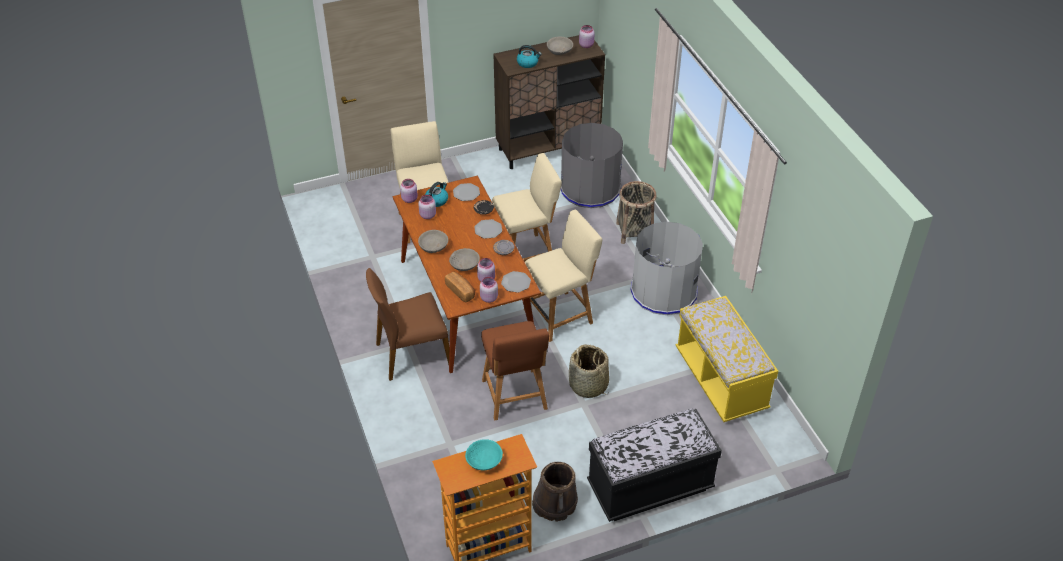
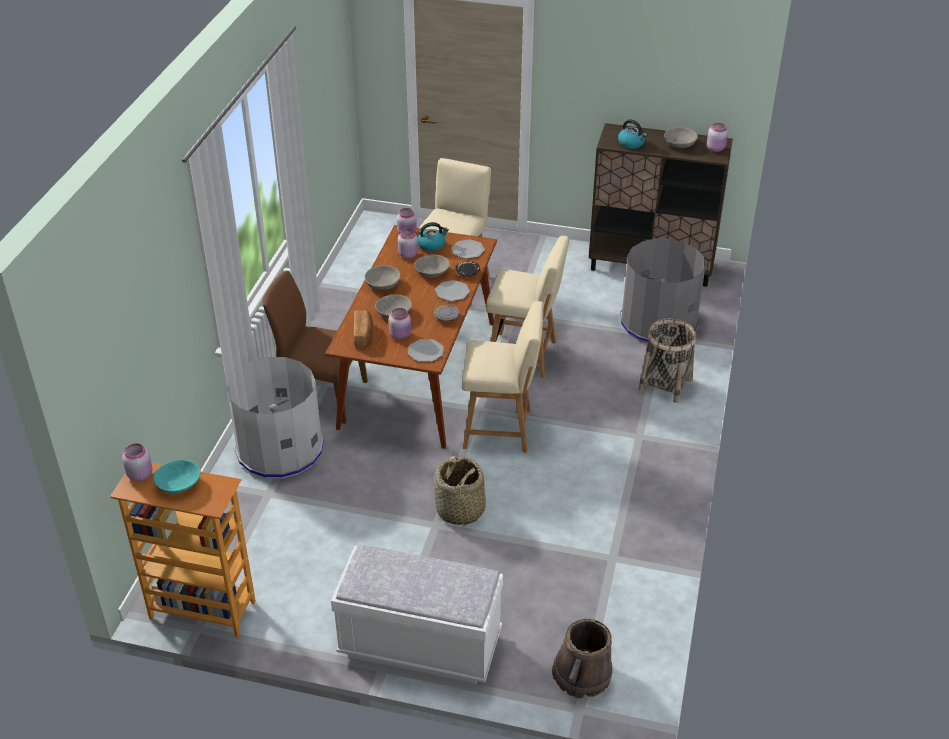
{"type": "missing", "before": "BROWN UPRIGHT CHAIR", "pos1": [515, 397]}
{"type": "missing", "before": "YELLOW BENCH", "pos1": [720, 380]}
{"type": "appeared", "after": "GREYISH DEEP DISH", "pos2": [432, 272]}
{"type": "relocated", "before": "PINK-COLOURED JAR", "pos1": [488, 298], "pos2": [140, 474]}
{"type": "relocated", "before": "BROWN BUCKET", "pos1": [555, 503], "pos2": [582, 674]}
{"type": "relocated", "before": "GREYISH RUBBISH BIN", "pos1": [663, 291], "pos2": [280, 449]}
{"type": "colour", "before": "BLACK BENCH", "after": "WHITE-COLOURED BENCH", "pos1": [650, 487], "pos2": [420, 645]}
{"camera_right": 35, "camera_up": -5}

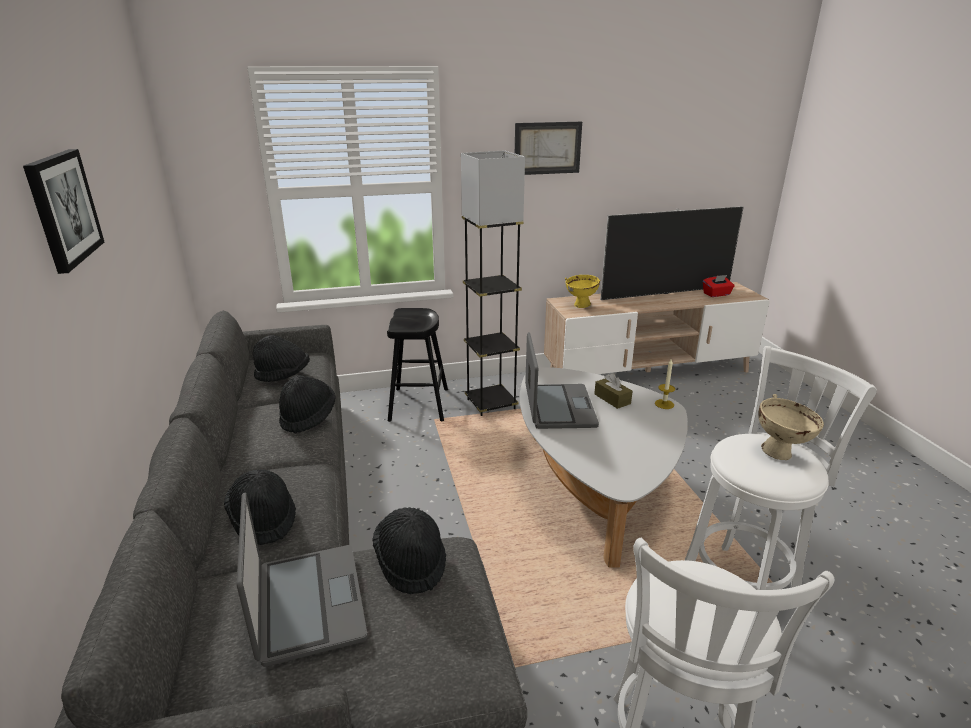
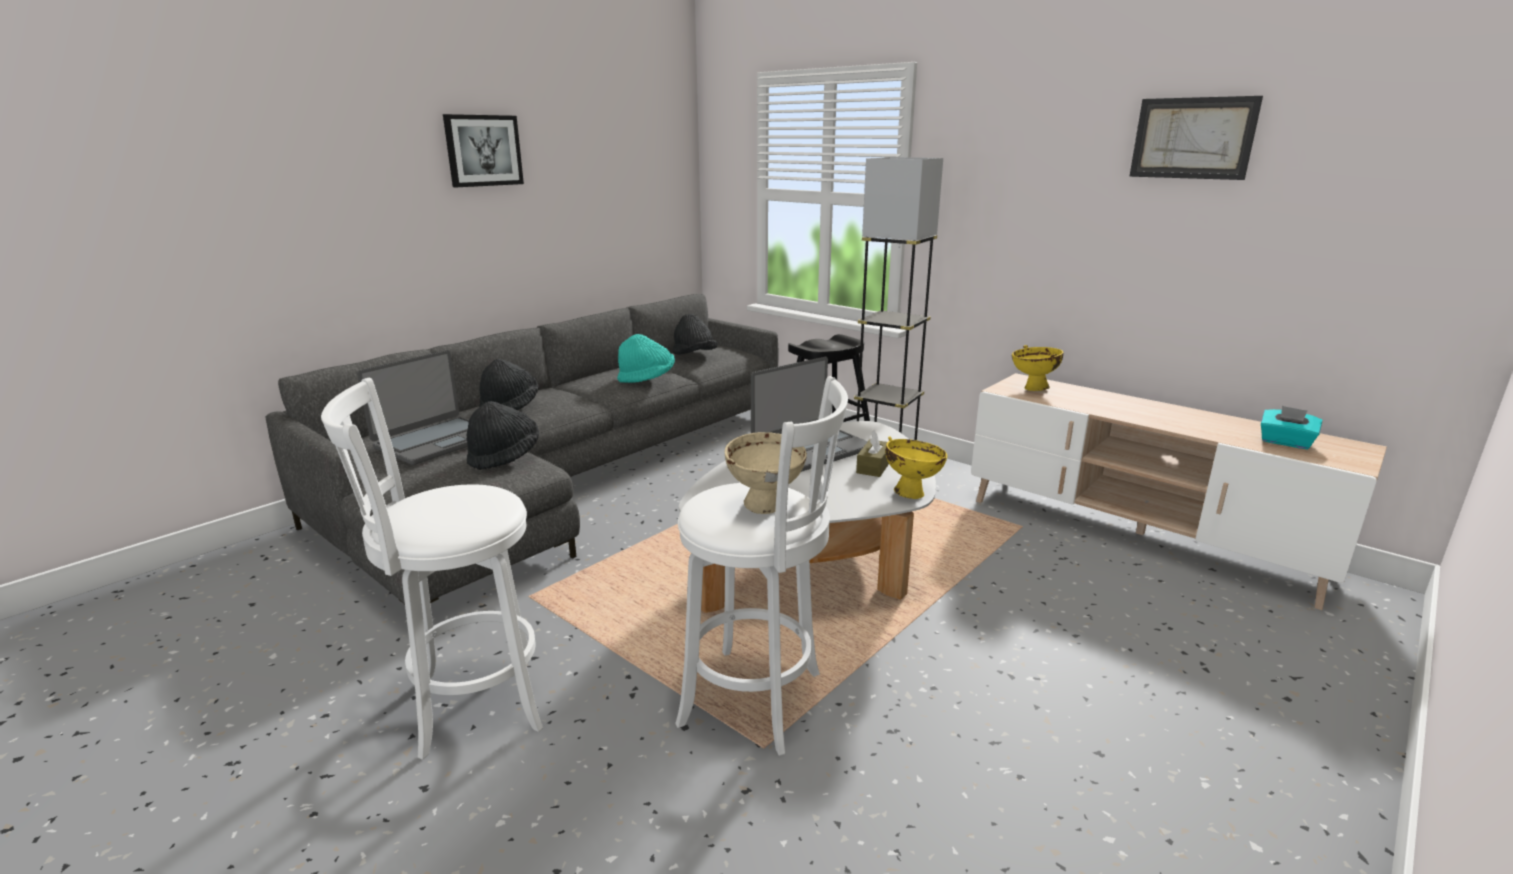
{"type": "missing", "before": "TELEVISION", "pos1": [665, 293]}
{"type": "relocated", "before": "WALL ART", "pos1": [547, 148], "pos2": [1192, 138]}
{"type": "exchanged", "before": "WAX LIGHT", "after": "YELLOW DEEP DISH", "pos1": [664, 404], "pos2": [911, 493]}
{"type": "colour", "before": "BLACK CLOTHING HAT", "after": "TURQUOISE-COLOURED CLOTHING HAT", "pos1": [308, 417], "pos2": [647, 378]}
{"type": "colour", "before": "REDDISH TISSUE HOLDER", "after": "TURQUOISE-COLOURED TISSUE HOLDER", "pos1": [716, 294], "pos2": [1285, 442]}
{"camera_right": 55, "camera_up": -5}

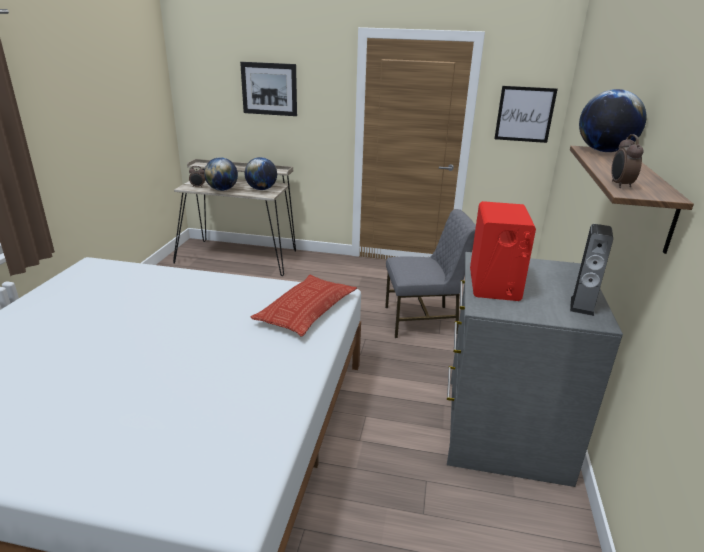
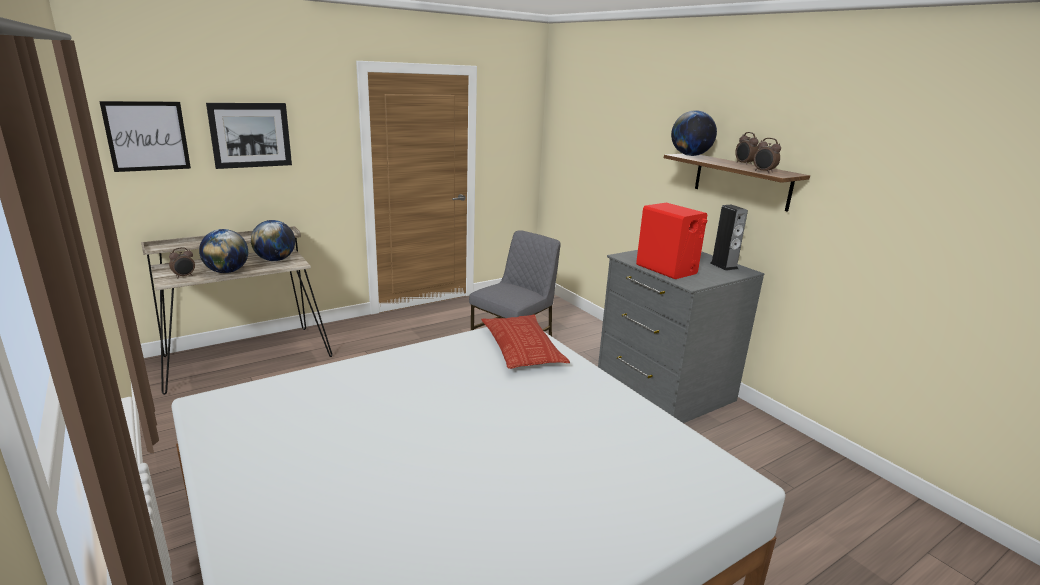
{"type": "appeared", "after": "BEDSIDE CLOCK", "pos2": [743, 164]}
{"type": "relocated", "before": "WALL ART", "pos1": [524, 114], "pos2": [147, 136]}
{"camera_right": -45, "camera_up": -5}

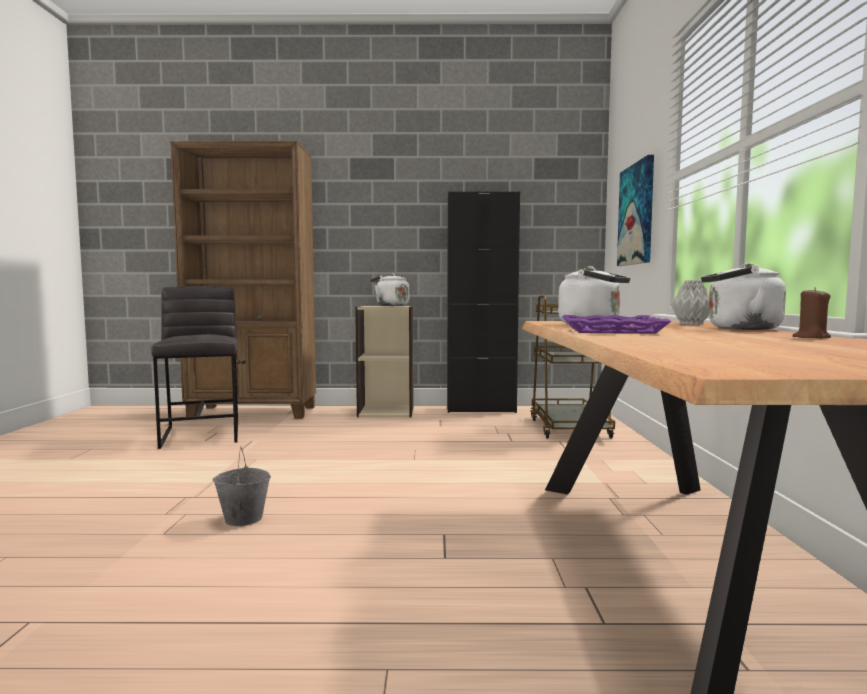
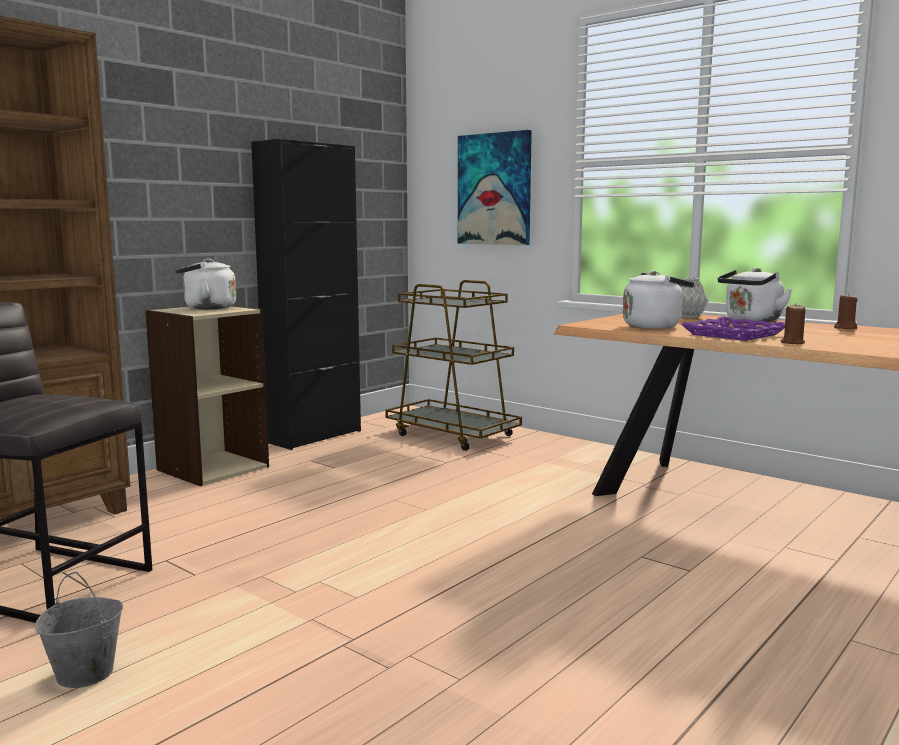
{"type": "appeared", "after": "BROWN WAX LIGHT", "pos2": [792, 342]}
{"type": "relocated", "before": "GREYISH BUCKET", "pos1": [242, 519], "pos2": [84, 674]}
{"camera_right": -50, "camera_up": 5}

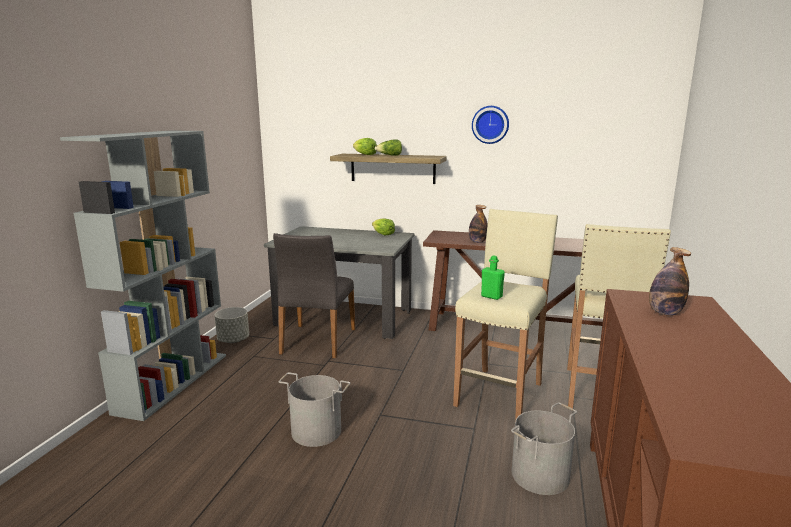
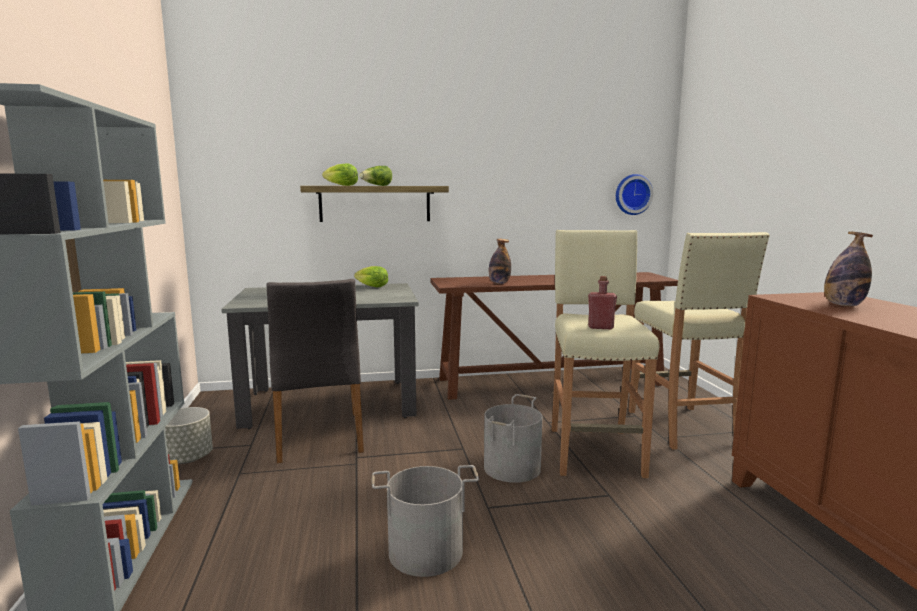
{"type": "relocated", "before": "CLOCK ON THE WALL", "pos1": [490, 124], "pos2": [632, 194]}
{"type": "relocated", "before": "GREYISH BUCKET", "pos1": [539, 474], "pos2": [511, 467]}
{"type": "colour", "before": "GREEN-COLOURED DRINK BOTTLE", "after": "REDDISH DRINK BOTTLE", "pos1": [491, 296], "pos2": [600, 327]}
{"camera_right": -25, "camera_up": -5}

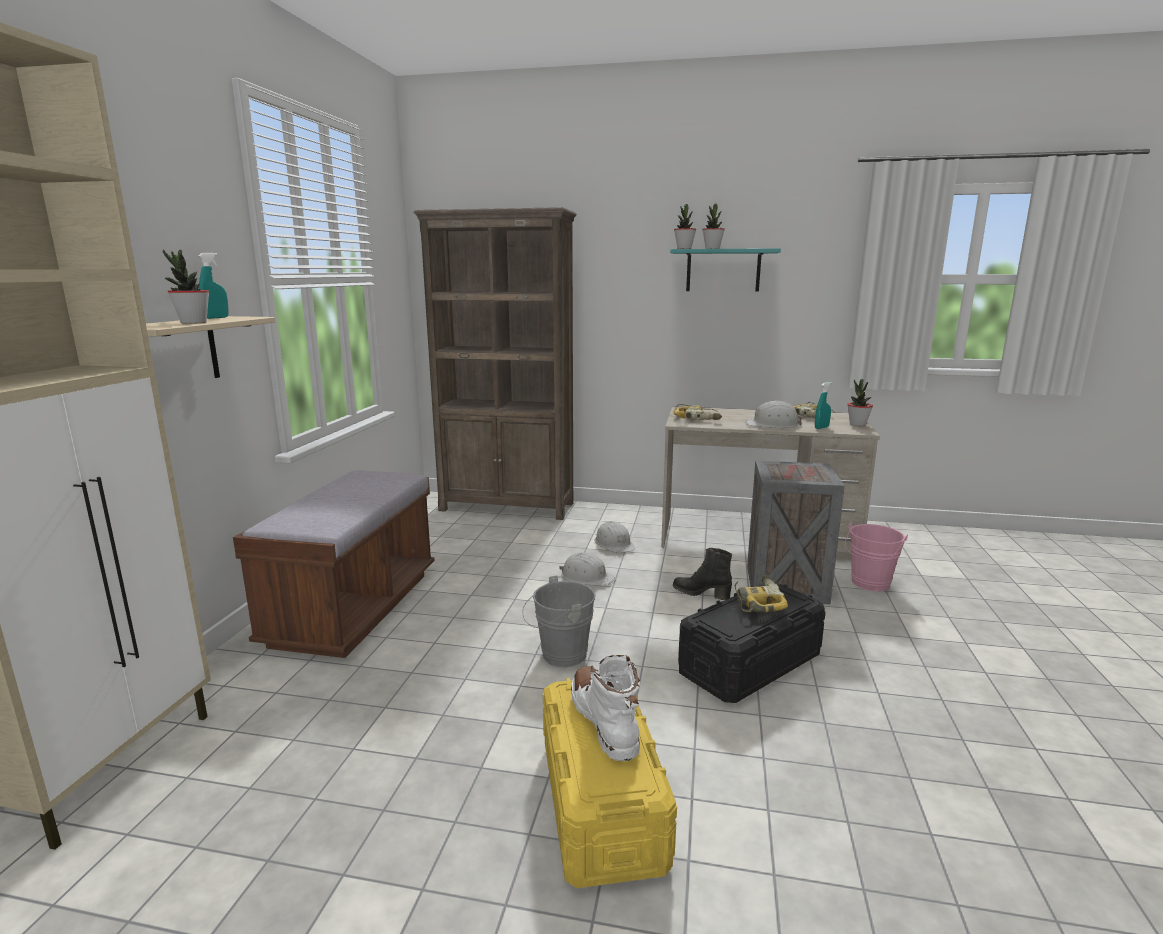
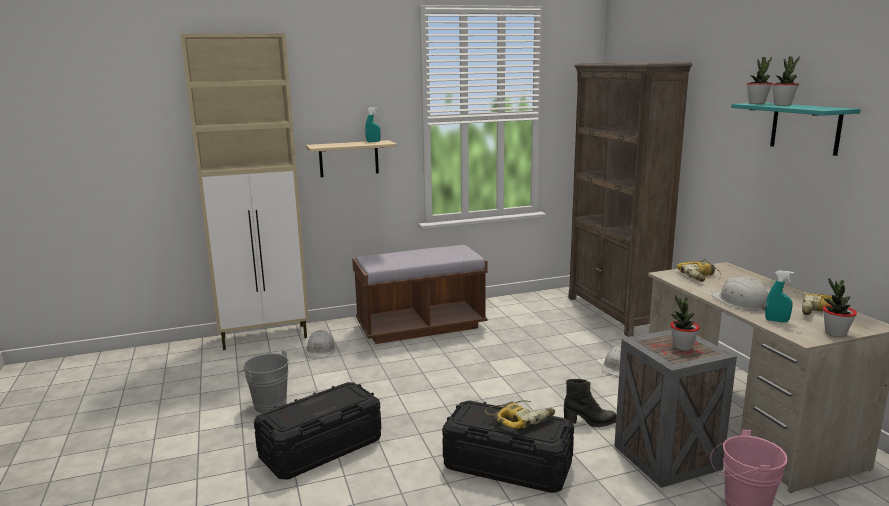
{"type": "missing", "before": "WHITE-COLOURED TALL BOOT", "pos1": [605, 721]}
{"type": "relocated", "before": "PLANT IN A POT", "pos1": [193, 322], "pos2": [682, 347]}
{"type": "relocated", "before": "GREYISH BUCKET", "pos1": [559, 655], "pos2": [268, 404]}
{"type": "relocated", "before": "WHITE-COLOURED WORK HELMET", "pos1": [586, 577], "pos2": [320, 350]}
{"type": "colour", "before": "YELLOW STORAGE BIN", "after": "BLACK STORAGE BIN", "pos1": [600, 802], "pos2": [321, 448]}
{"type": "spun", "before": "BLACK TALL BOOT", "pos1": [701, 593], "pos2": [590, 422], "turn": 105}
{"camera_right": 60, "camera_up": 0}

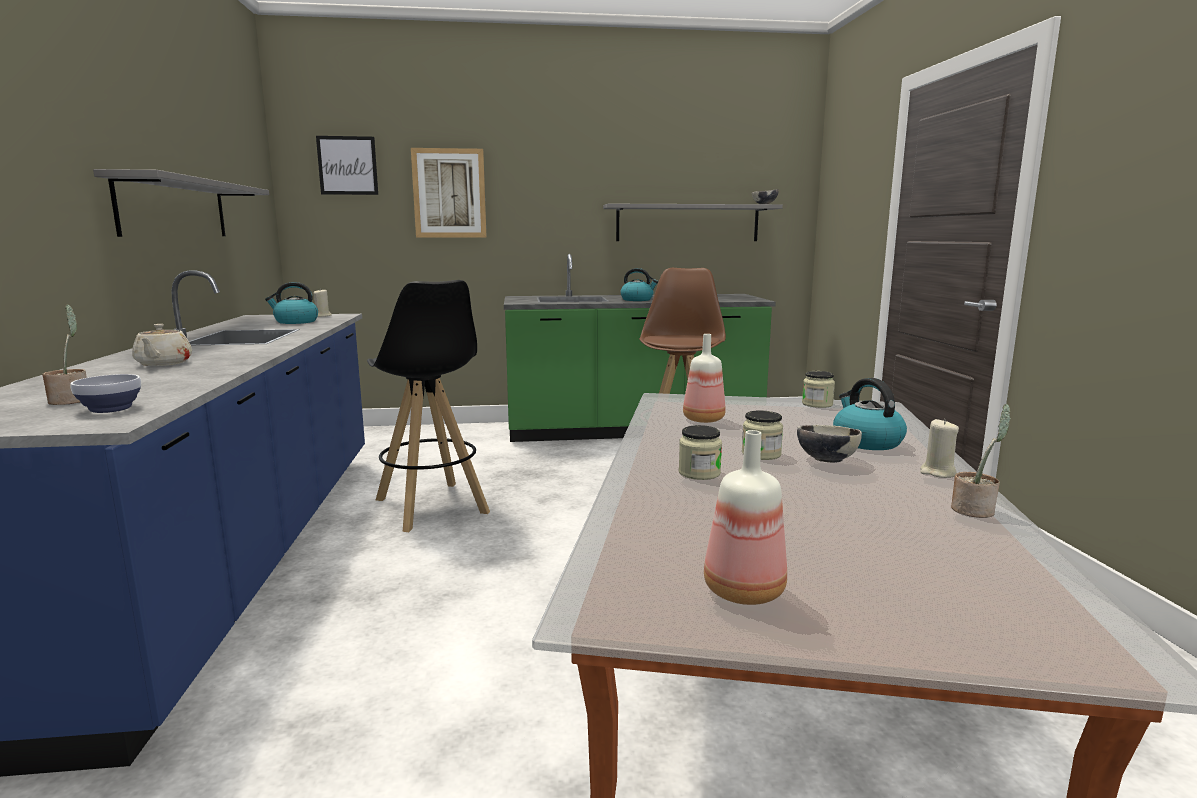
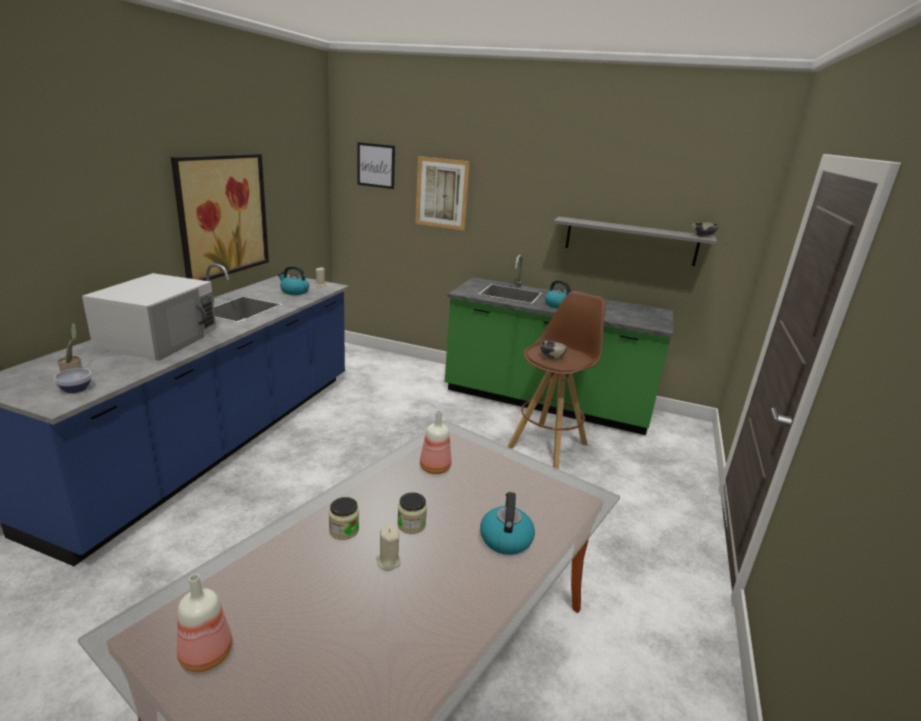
{"type": "missing", "before": "BLACK STOOL SEAT", "pos1": [432, 506]}
{"type": "missing", "before": "JAR", "pos1": [817, 404]}
{"type": "missing", "before": "PLANT IN A POT", "pos1": [975, 510]}
{"type": "relocated", "before": "DEEP DISH", "pos1": [826, 460], "pos2": [551, 357]}
{"type": "relocated", "before": "SAND-COLOURED WAX LIGHT", "pos1": [937, 473], "pos2": [388, 561]}
{"type": "exchanged", "before": "GREYISH WALL SHELF", "after": "WALL ART", "pos1": [175, 209], "pos2": [223, 216]}
{"type": "exchanged", "before": "SAND-COLOURED TEA POT", "after": "WHITE-COLOURED KITCHEN MICROWAVE", "pos1": [163, 364], "pos2": [160, 338]}
{"camera_right": 25, "camera_up": 10}

